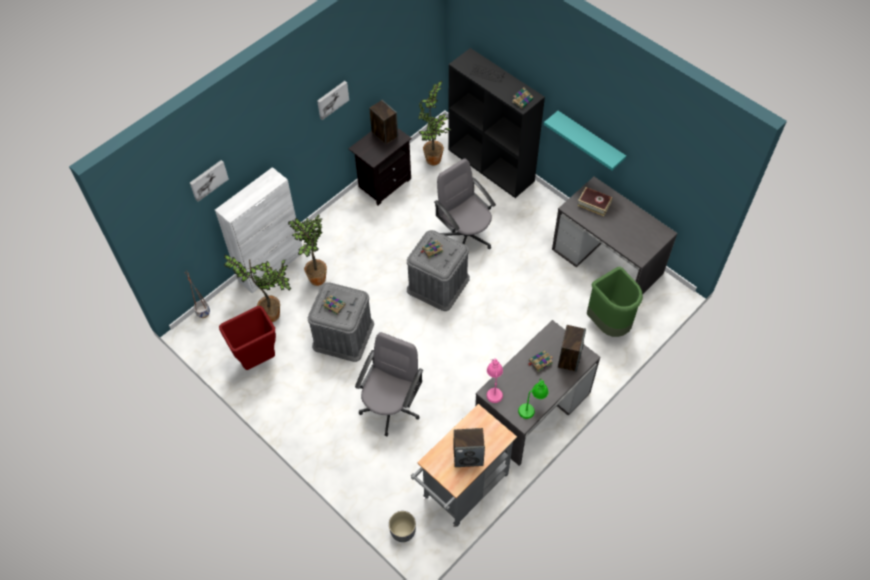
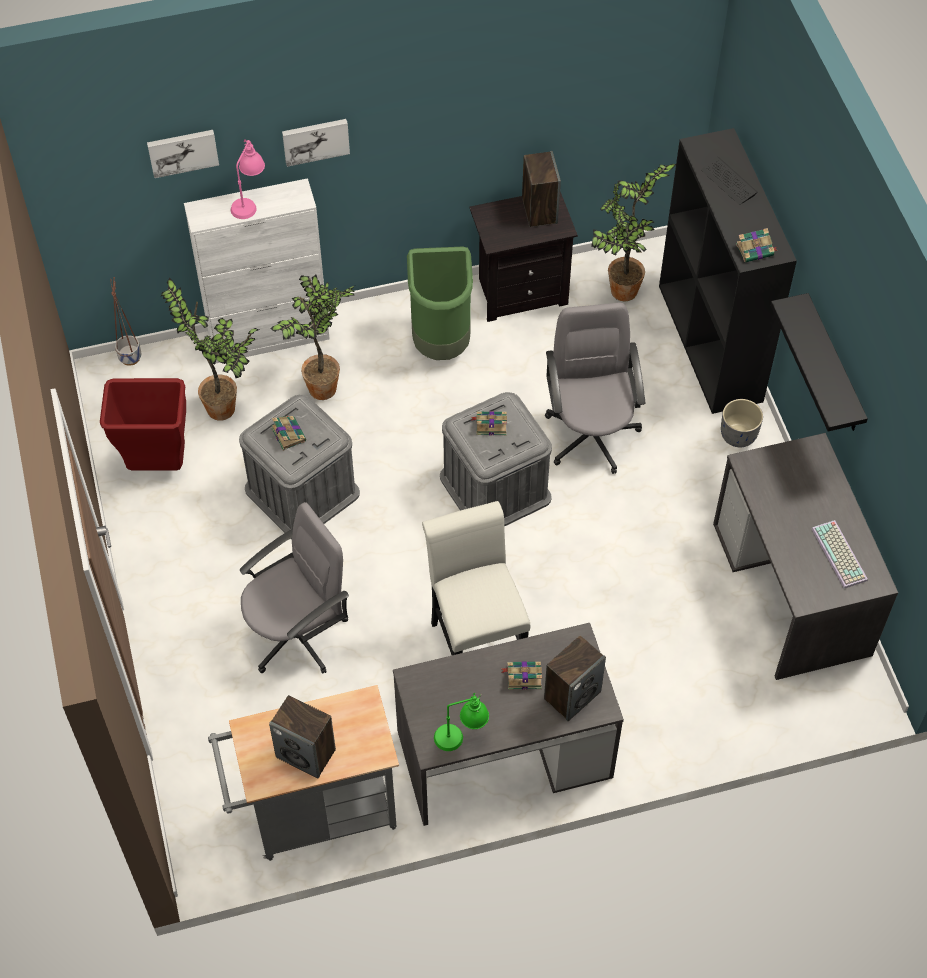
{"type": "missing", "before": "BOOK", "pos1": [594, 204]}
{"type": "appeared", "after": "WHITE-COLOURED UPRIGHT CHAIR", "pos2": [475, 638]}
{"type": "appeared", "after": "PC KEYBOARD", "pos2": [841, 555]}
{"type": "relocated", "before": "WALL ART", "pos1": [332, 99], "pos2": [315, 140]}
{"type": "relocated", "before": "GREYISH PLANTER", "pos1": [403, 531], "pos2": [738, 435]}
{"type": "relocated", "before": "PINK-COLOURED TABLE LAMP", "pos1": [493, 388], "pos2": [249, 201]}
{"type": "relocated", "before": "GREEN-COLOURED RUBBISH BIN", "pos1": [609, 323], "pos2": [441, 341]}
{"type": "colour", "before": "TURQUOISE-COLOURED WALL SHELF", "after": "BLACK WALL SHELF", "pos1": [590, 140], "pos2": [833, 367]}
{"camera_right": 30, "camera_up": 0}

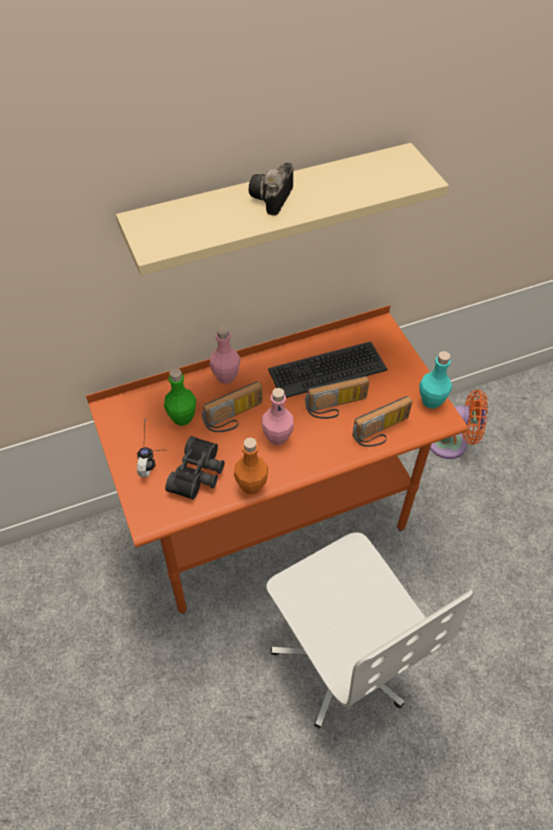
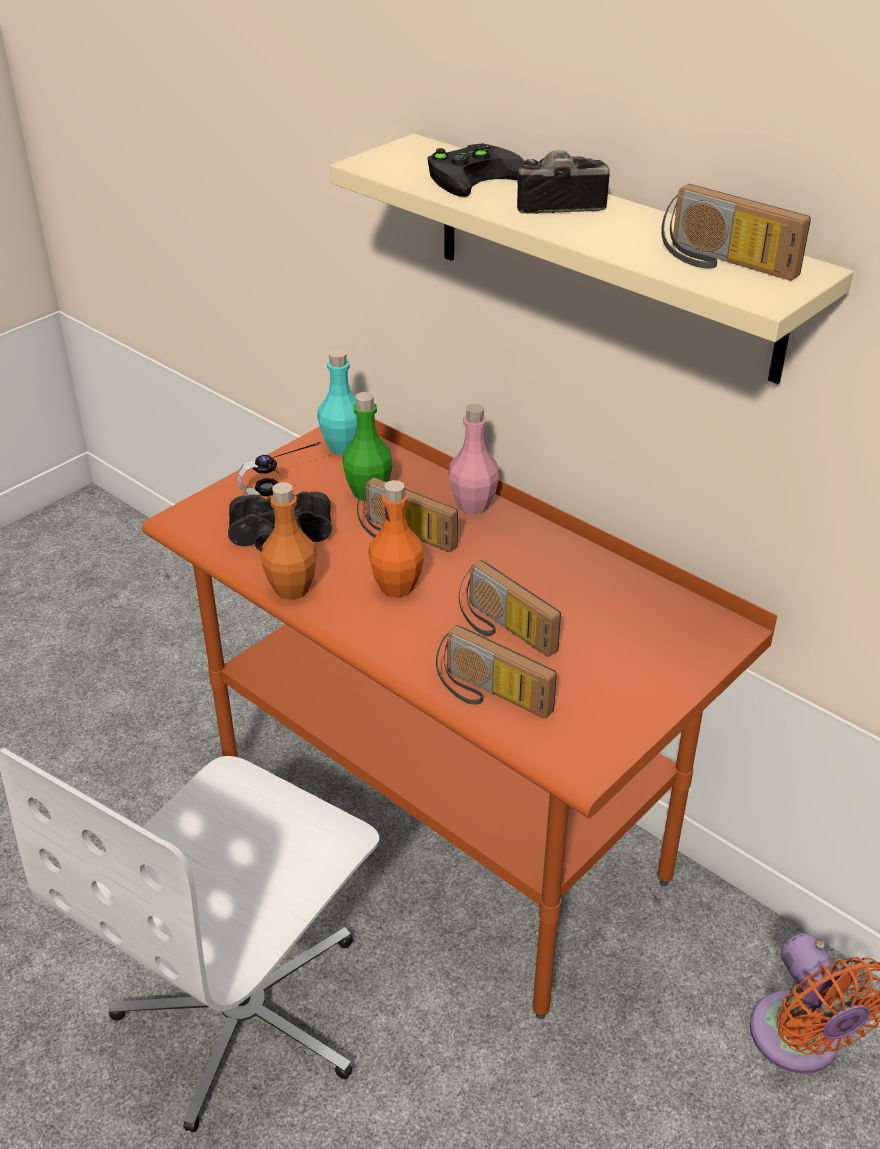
{"type": "missing", "before": "PC KEYBOARD", "pos1": [327, 369]}
{"type": "appeared", "after": "BLACK GAME CONTROLLER", "pos2": [474, 175]}
{"type": "appeared", "after": "RADIO", "pos2": [723, 263]}
{"type": "relocated", "before": "TURQUOISE-COLOURED DRINK BOTTLE", "pos1": [431, 401], "pos2": [343, 447]}
{"type": "colour", "before": "PINK-COLOURED DRINK BOTTLE", "after": "ORANGEY DRINK BOTTLE", "pos1": [277, 437], "pos2": [397, 587]}
{"camera_right": 65, "camera_up": -15}

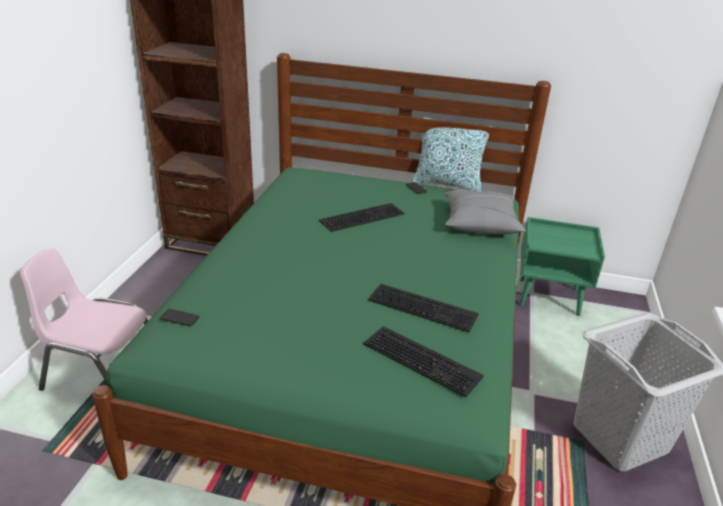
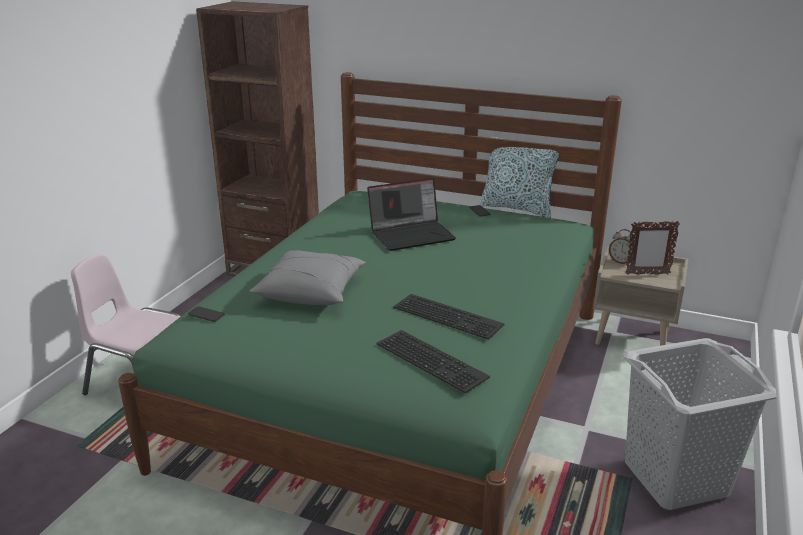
{"type": "appeared", "after": "BEDSIDE CLOCK", "pos2": [621, 262]}
{"type": "appeared", "after": "STANDING FRAME", "pos2": [647, 274]}
{"type": "relocated", "before": "GREYISH THROW PILLOW", "pos1": [480, 223], "pos2": [311, 291]}
{"type": "exchanged", "before": "PC KEYBOARD", "after": "PORTABLE COMPUTER", "pos1": [362, 216], "pos2": [412, 234]}
{"type": "colour", "before": "GREEN-COLOURED NIGHTSTAND", "after": "SAND-COLOURED NIGHTSTAND", "pos1": [549, 297], "pos2": [633, 337]}
{"camera_right": 10, "camera_up": -5}

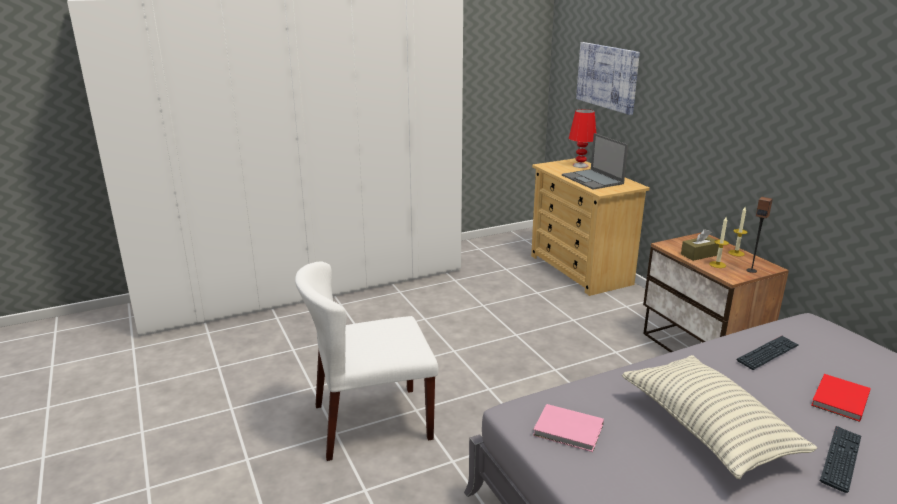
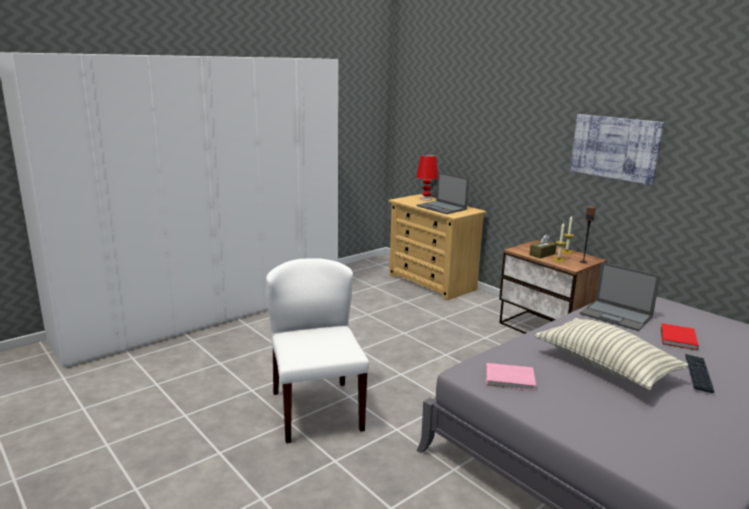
{"type": "relocated", "before": "WALL ART", "pos1": [607, 77], "pos2": [615, 148]}
{"type": "exchanged", "before": "PC KEYBOARD", "after": "PORTABLE COMPUTER", "pos1": [768, 353], "pos2": [617, 315]}
{"type": "spun", "before": "WHITE-COLOURED UPRIGHT CHAIR", "pos1": [371, 422], "pos2": [316, 410], "turn": 105}
{"camera_right": -15, "camera_up": -5}

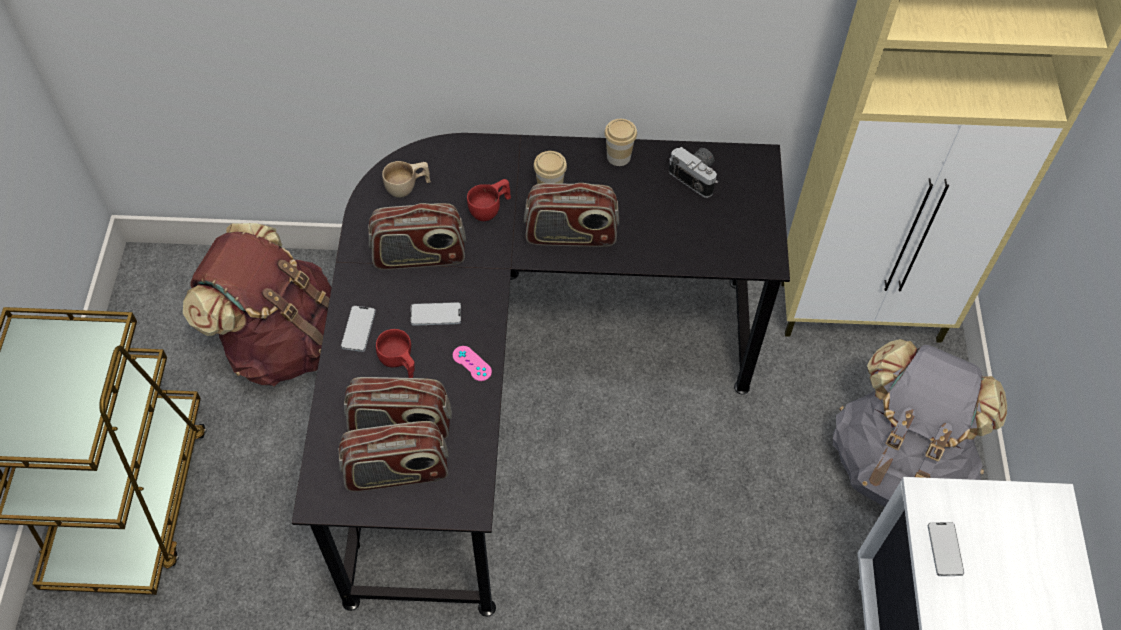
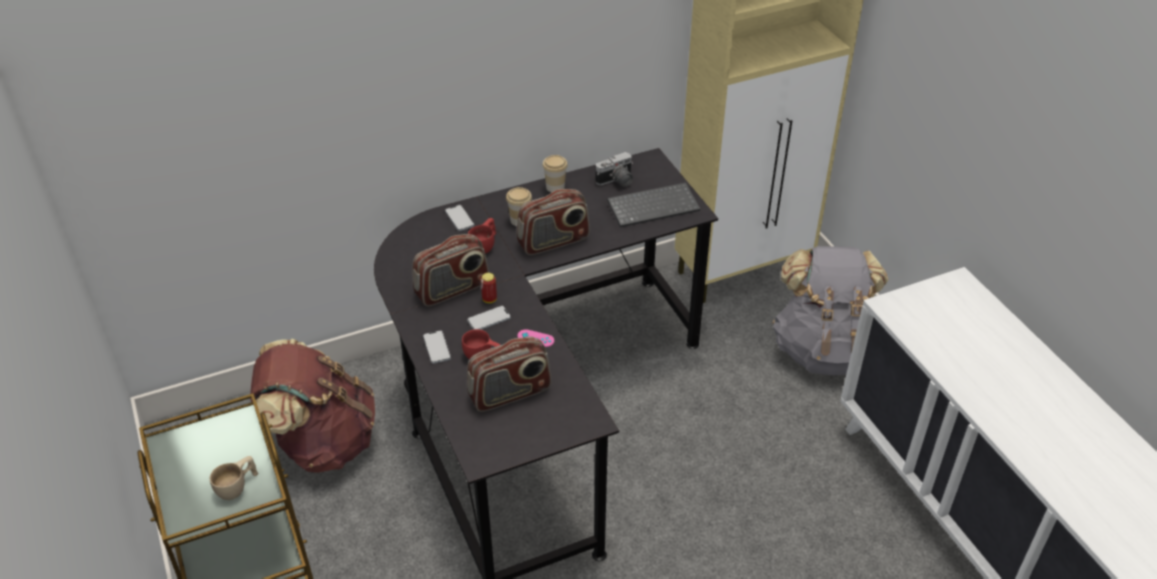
{"type": "missing", "before": "RADIO", "pos1": [397, 473]}
{"type": "appeared", "after": "METAL CAN", "pos2": [489, 299]}
{"type": "appeared", "after": "PC KEYBOARD", "pos2": [654, 205]}
{"type": "relocated", "before": "SAND-COLOURED DRINKING CUP", "pos1": [408, 187], "pos2": [237, 487]}
{"type": "relocated", "before": "PHONE", "pos1": [945, 549], "pos2": [459, 218]}
{"type": "spun", "before": "PHOTO CAMERA", "pos1": [697, 176], "pos2": [616, 181], "turn": 135}
{"camera_right": -25, "camera_up": -15}

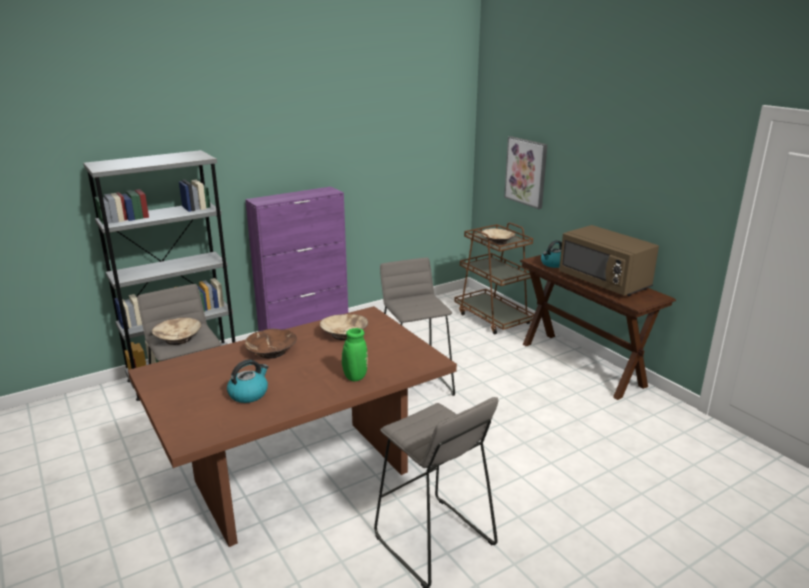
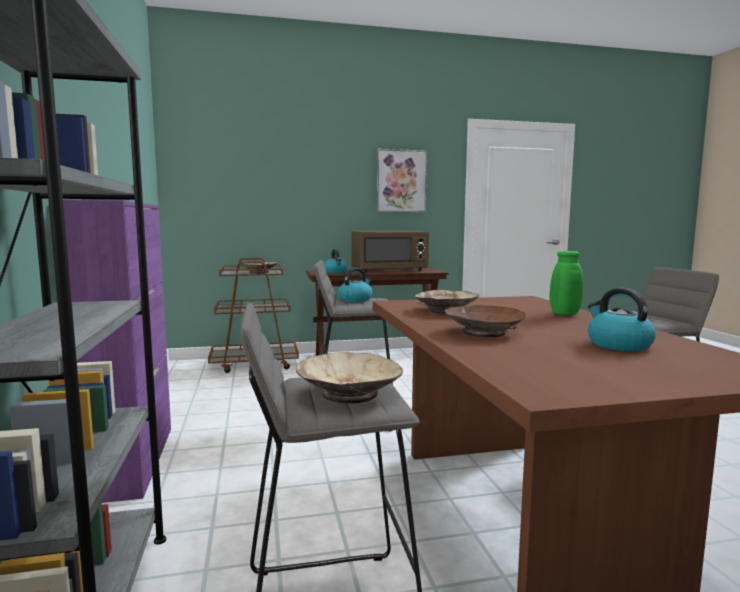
{"type": "appeared", "after": "KETTLE", "pos2": [355, 300]}
{"type": "relocated", "before": "WALL ART", "pos1": [526, 172], "pos2": [401, 181]}
{"camera_right": -70, "camera_up": -15}

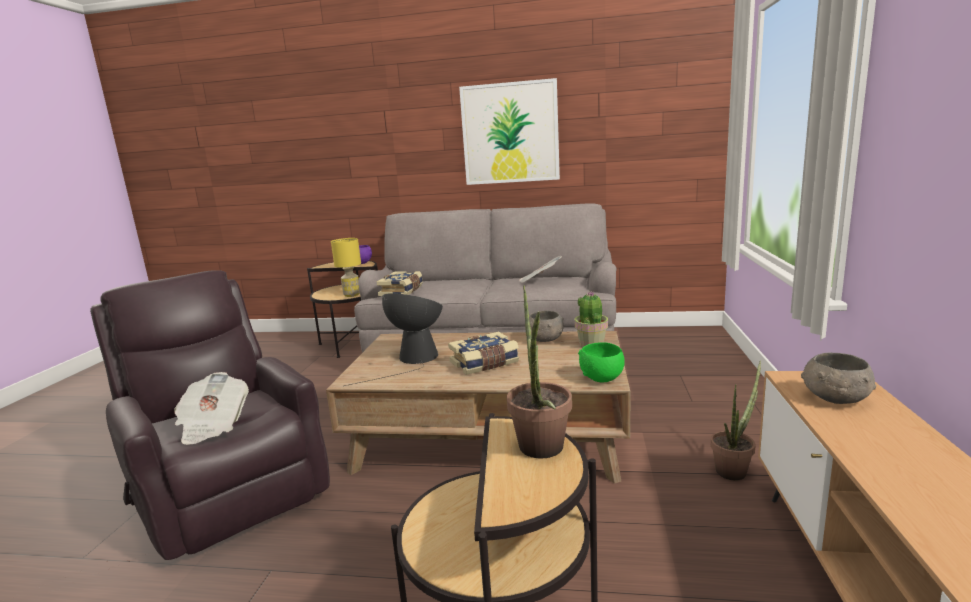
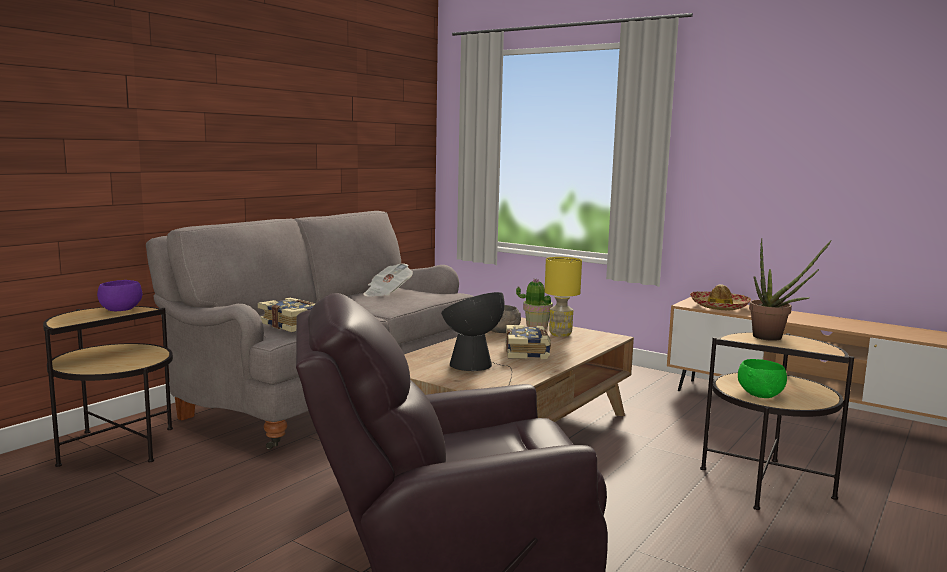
{"type": "missing", "before": "DAILY PAPER", "pos1": [213, 425]}
{"type": "missing", "before": "WALL ART", "pos1": [510, 133]}
{"type": "missing", "before": "PLANT IN A POT", "pos1": [734, 469]}
{"type": "relocated", "before": "YELLOW TABLE LAMP", "pos1": [352, 295], "pos2": [560, 334]}
{"type": "relocated", "before": "GREEN-COLOURED DEEP DISH", "pos1": [602, 378], "pos2": [760, 395]}
{"type": "exchanged", "before": "GREYISH DEEP DISH", "after": "CLOTHING HAT", "pos1": [835, 398], "pos2": [719, 306]}
{"camera_right": -65, "camera_up": -5}

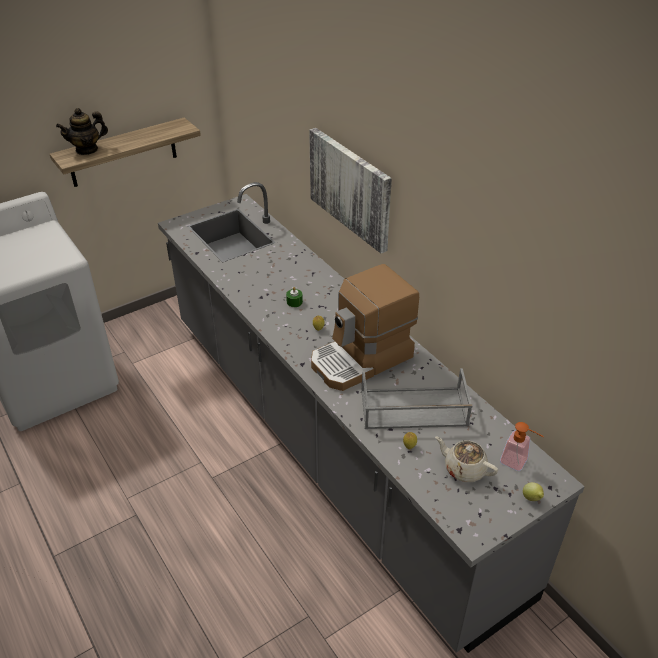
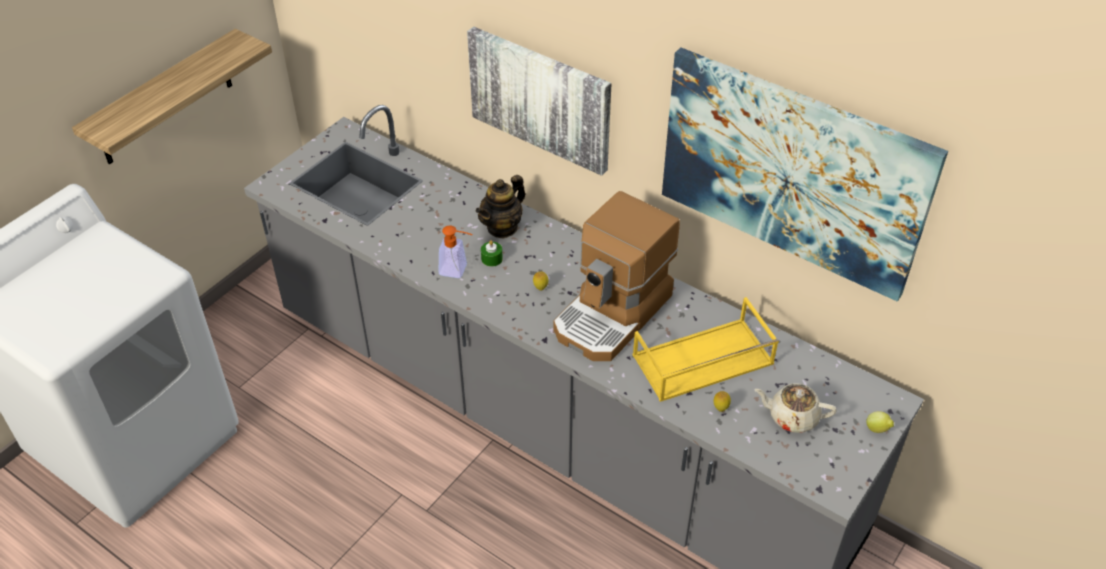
{"type": "appeared", "after": "WALL ART", "pos2": [792, 172]}
{"type": "relocated", "before": "TEA POT", "pos1": [87, 149], "pos2": [502, 227]}
{"type": "relocated", "before": "SOAP BOTTLE", "pos1": [518, 463], "pos2": [458, 270]}
{"type": "colour", "before": "GREYISH TRAY", "after": "YELLOW TRAY", "pos1": [412, 409], "pos2": [702, 361]}
{"camera_right": -20, "camera_up": 5}

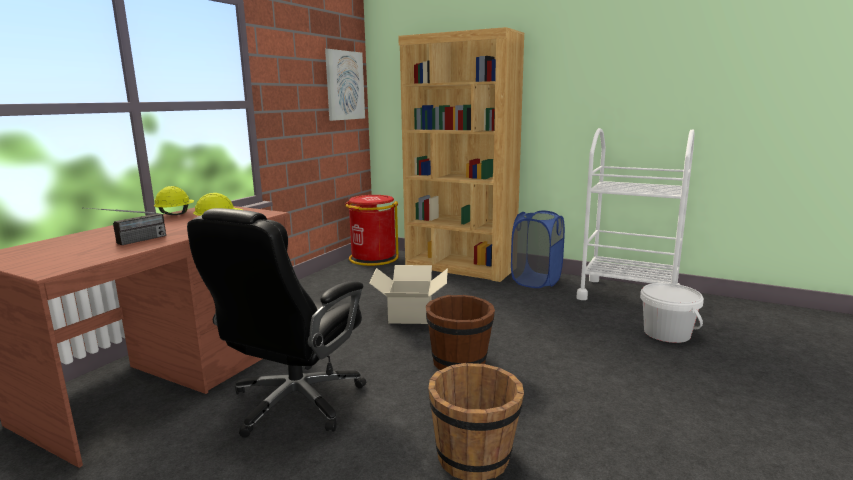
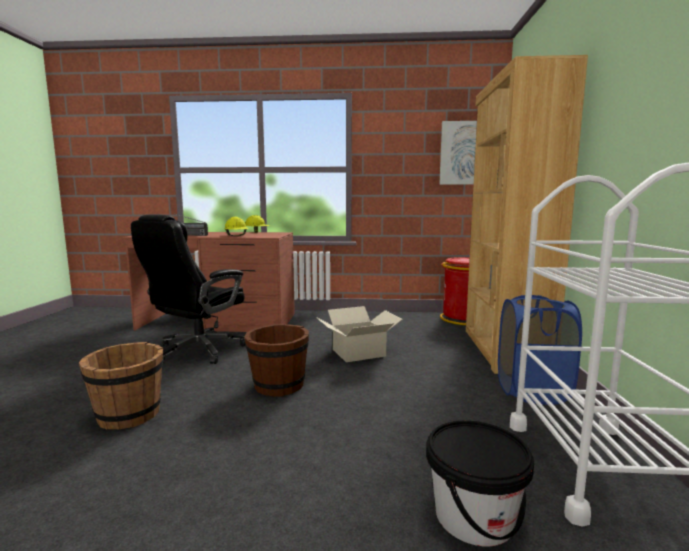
{"type": "colour", "before": "WHITE-COLOURED BUCKET", "after": "BLACK BUCKET", "pos1": [667, 333], "pos2": [474, 516]}
{"type": "spun", "before": "BLACK DESK CHAIR", "pos1": [294, 403], "pos2": [197, 351], "turn": -60}
{"camera_right": 65, "camera_up": -5}

